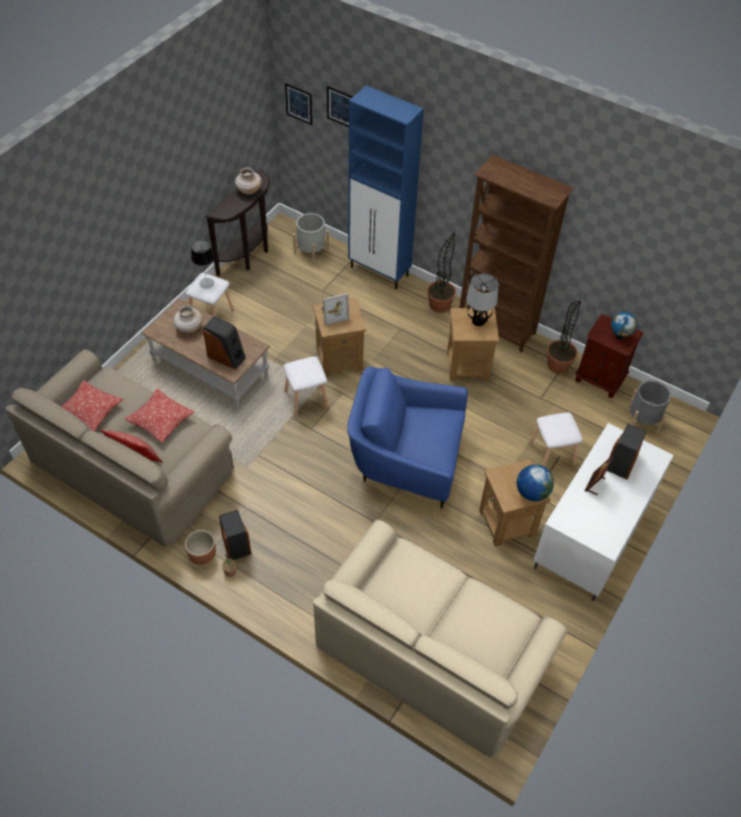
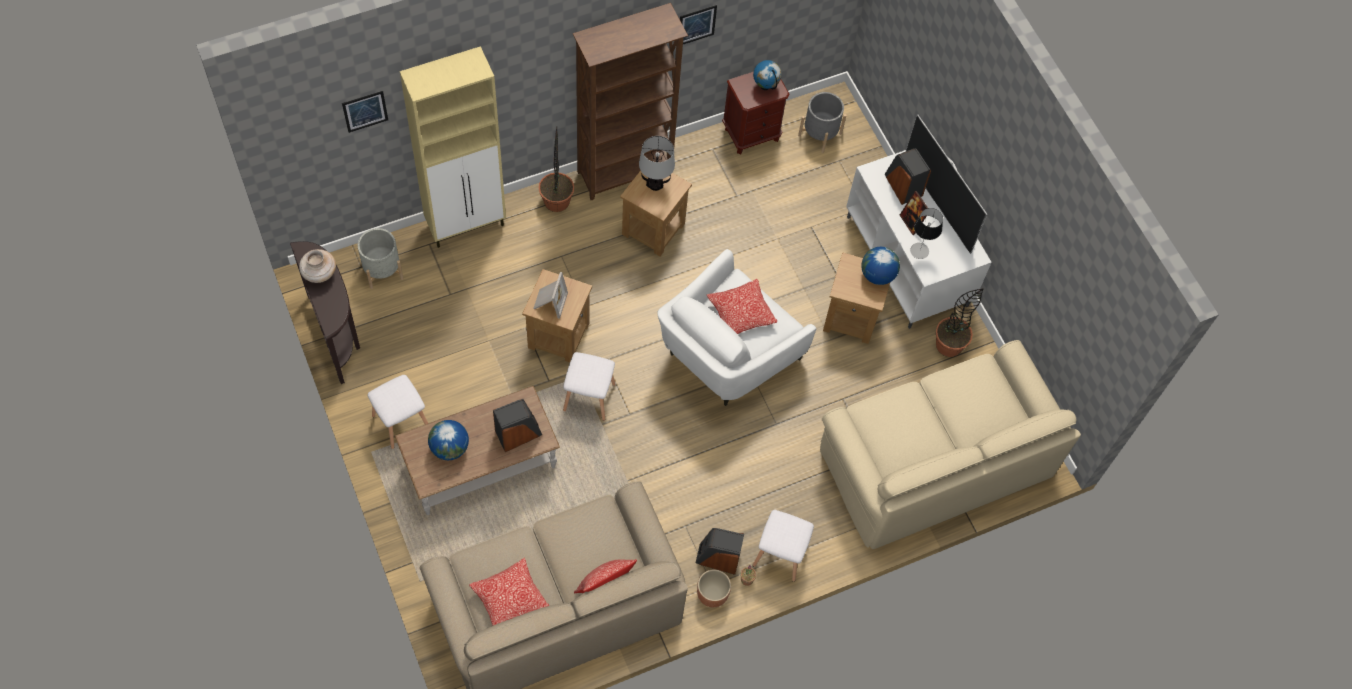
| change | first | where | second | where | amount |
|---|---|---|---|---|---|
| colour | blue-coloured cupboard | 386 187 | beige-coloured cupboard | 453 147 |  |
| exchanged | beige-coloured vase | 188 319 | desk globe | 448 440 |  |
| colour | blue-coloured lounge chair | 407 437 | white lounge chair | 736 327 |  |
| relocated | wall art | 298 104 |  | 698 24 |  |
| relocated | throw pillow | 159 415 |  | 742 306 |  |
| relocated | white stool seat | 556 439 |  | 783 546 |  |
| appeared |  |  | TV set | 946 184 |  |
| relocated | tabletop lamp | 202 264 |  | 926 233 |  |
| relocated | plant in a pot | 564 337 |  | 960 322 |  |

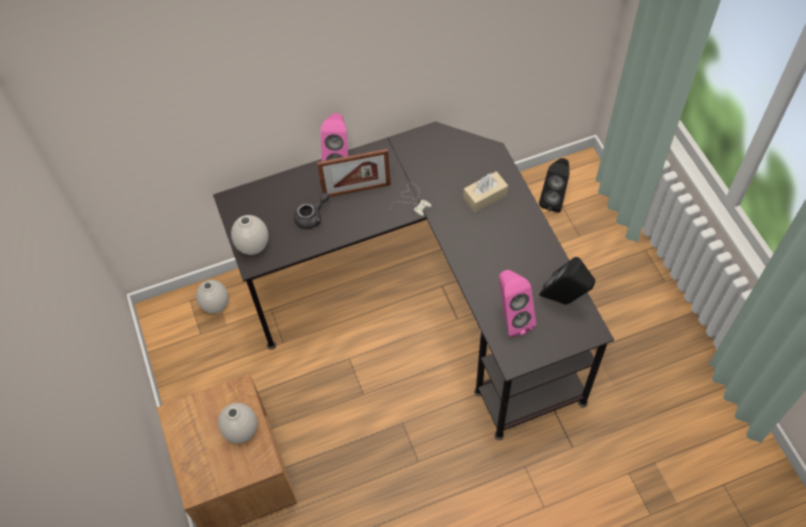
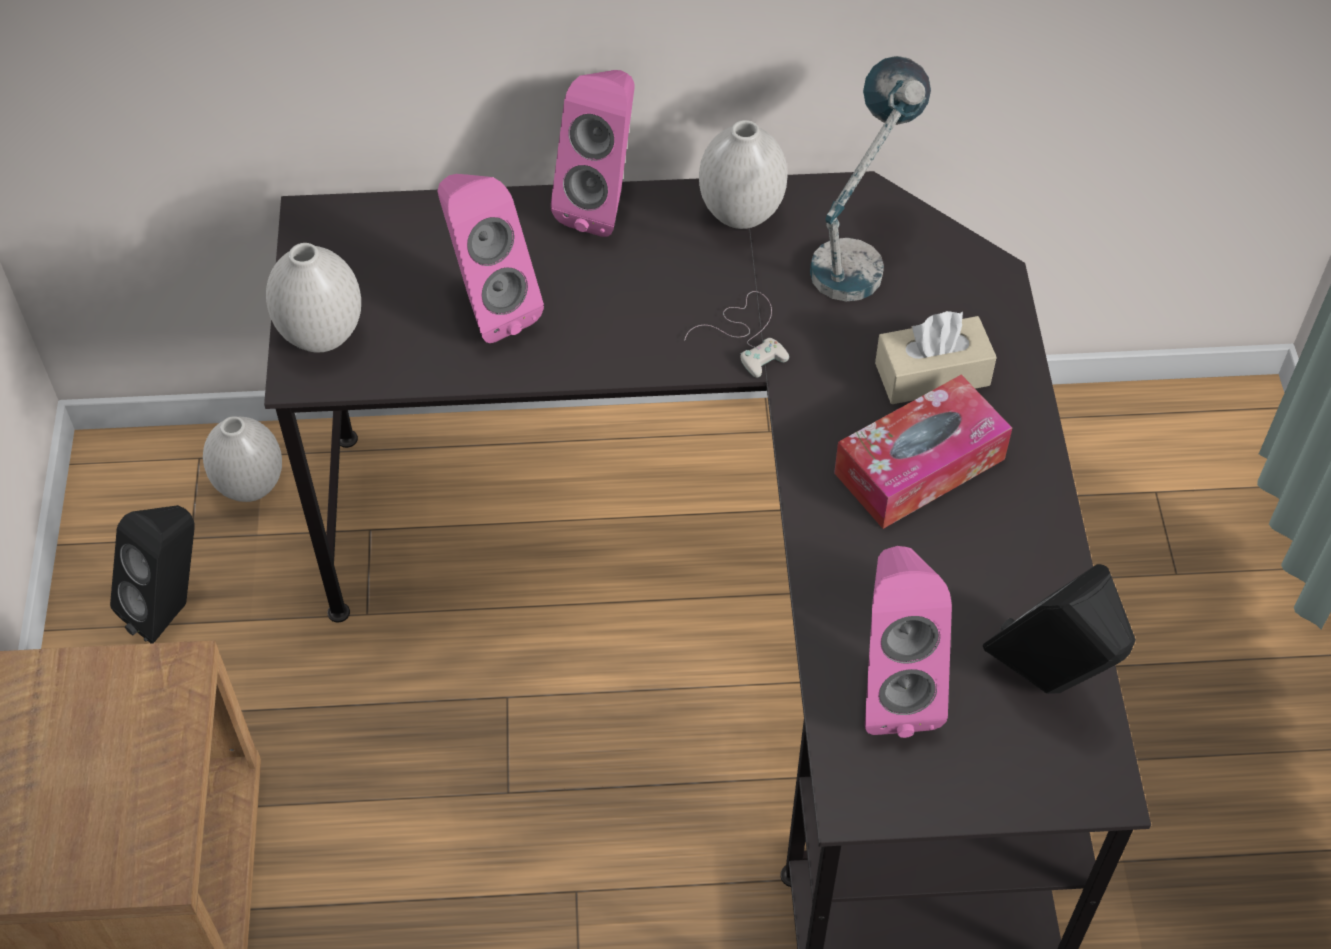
| change | first | where | second | where | amount |
|---|---|---|---|---|---|
| relocated | black-coloured speaker | 554 185 |  | 152 574 |  |
| exchanged | grey teapot | 311 211 | pink-coloured speaker | 491 258 |  |
| relocated | white vase | 237 423 |  | 743 174 |  |
| appeared |  |  | tabletop lamp | 870 179 |  |
| appeared |  |  | tissue box | 923 452 |  |
| missing | photo frame | 354 173 |  |  |  |

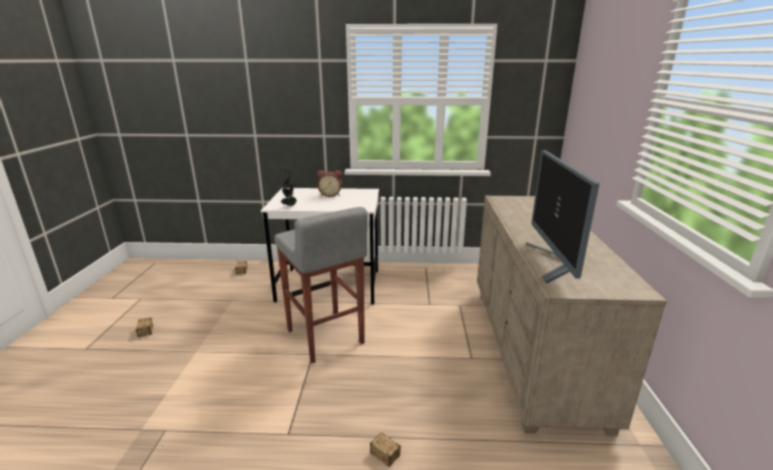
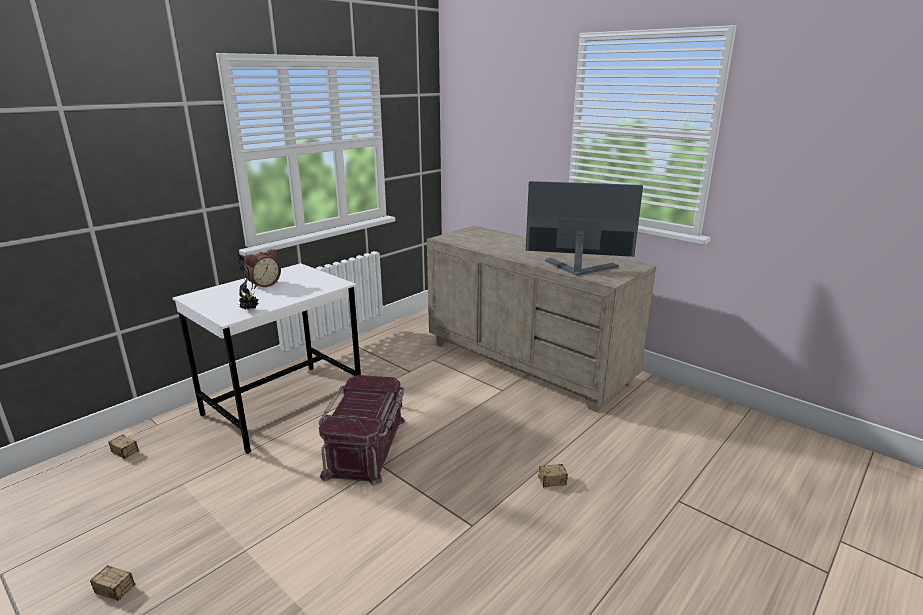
| change | first | where | second | where | amount |
|---|---|---|---|---|---|
| exchanged | grey stool seat | 321 285 | red storage container | 362 430 |  |
| spun | computer display | 562 217 |  | 584 228 | 150 degrees clockwise |

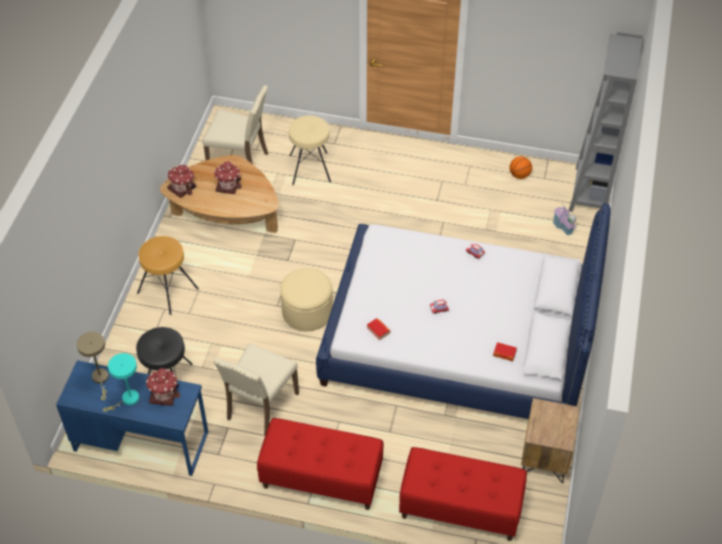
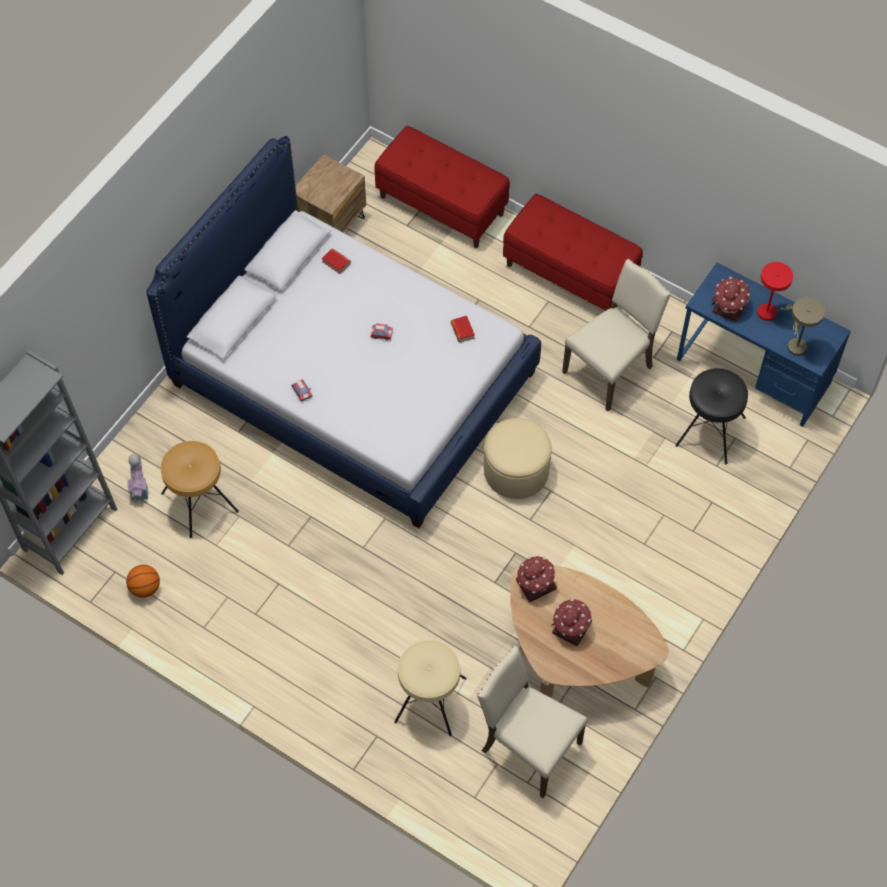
| change | first | where | second | where | amount |
|---|---|---|---|---|---|
| relocated | brown stool seat | 168 275 |  | 200 489 |  |
| relocated | miniature house | 181 181 |  | 536 579 |  |
| colour | turquoise tabletop lamp | 121 382 | red tabletop lamp | 775 291 |  |

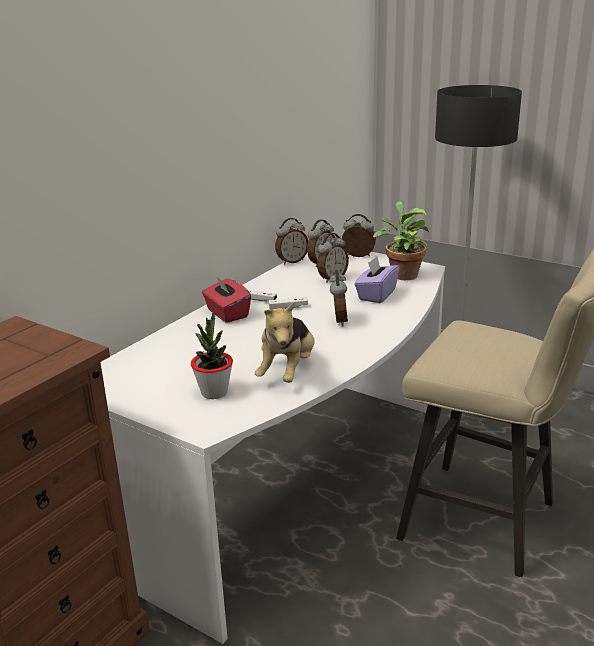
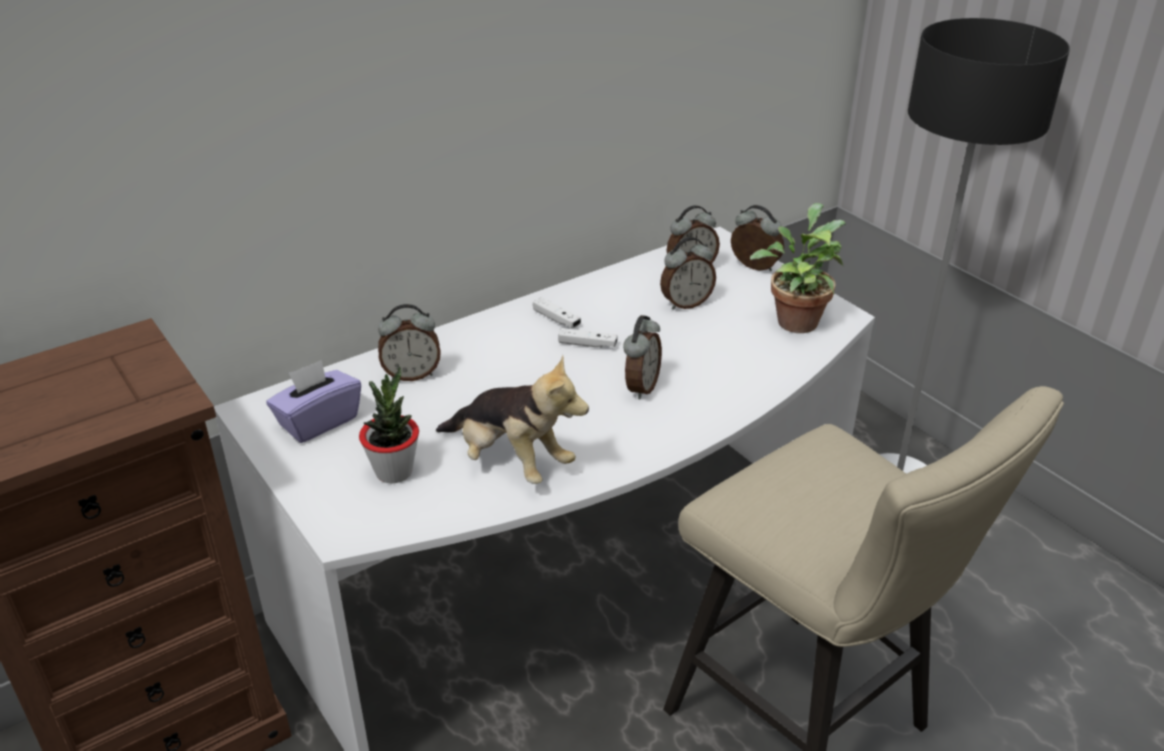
| change | first | where | second | where | amount |
|---|---|---|---|---|---|
| relocated | purple-coloured tissue box | 376 279 |  | 313 401 |  |
| relocated | alarm clock | 291 241 |  | 409 342 |  |
| spun | plush toy | 285 342 |  | 512 419 | 90 degrees counterclockwise |
| missing | red tissue box | 226 299 |  |  |  |

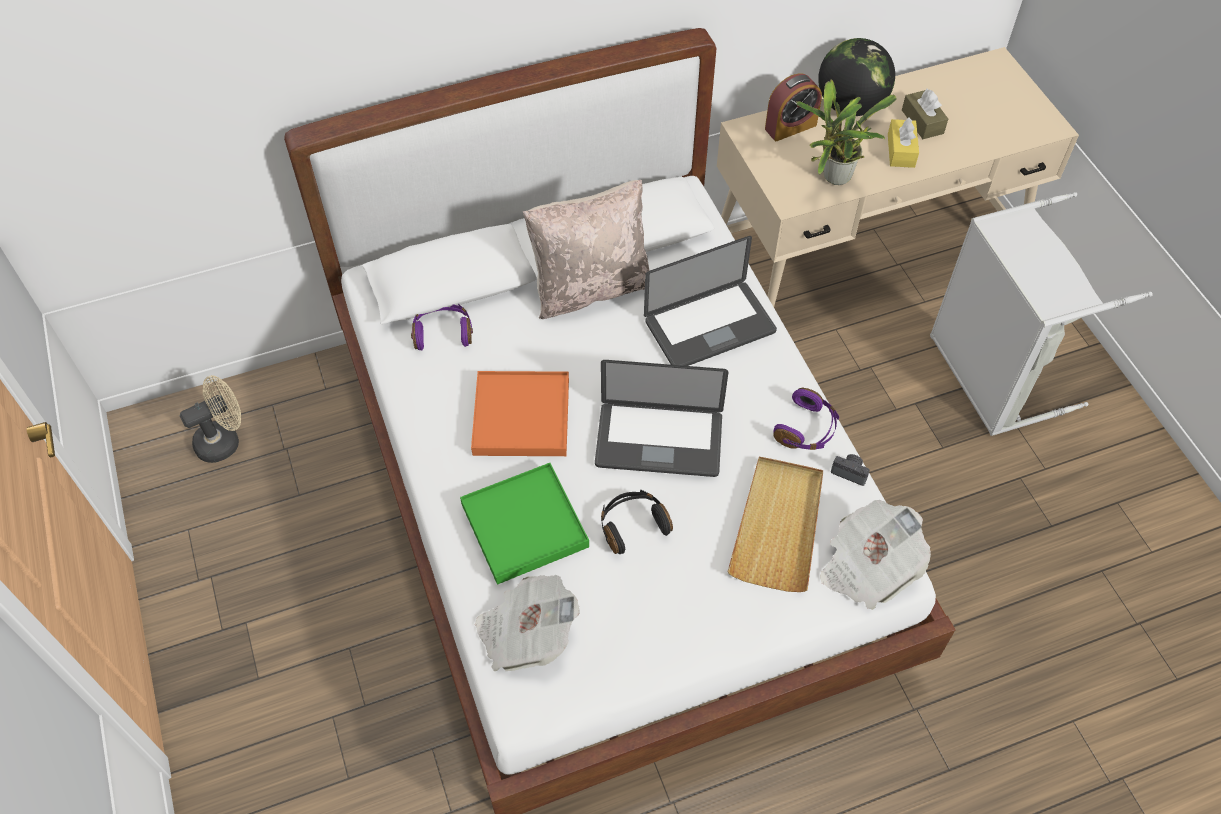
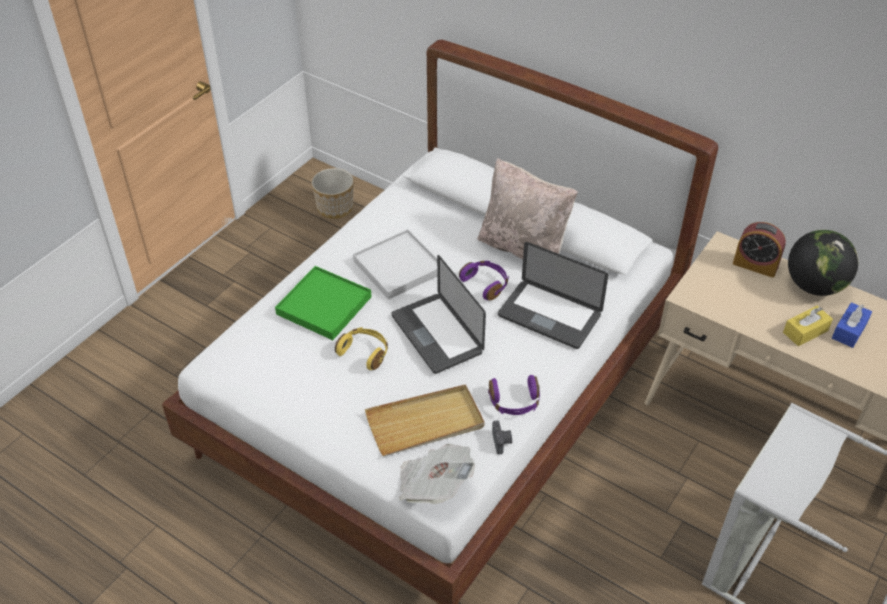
| change | first | where | second | where | amount |
|---|---|---|---|---|---|
| exchanged | beige-coloured cooling fan | 210 419 | plant pot | 333 193 |  |
| colour | black-coloured headset | 637 522 | yellowish headset | 361 348 |  |
| colour | orange carrying tray | 520 413 | white carrying tray | 395 264 |  |
| relocated | purple-coloured headset | 442 327 |  | 484 281 |  |
| colour | brown tissue box | 925 113 | blue-coloured tissue box | 852 325 |  |
| missing | printed paper | 527 623 |  |  |  |
| missing | plant in a pot | 846 132 |  |  |  |

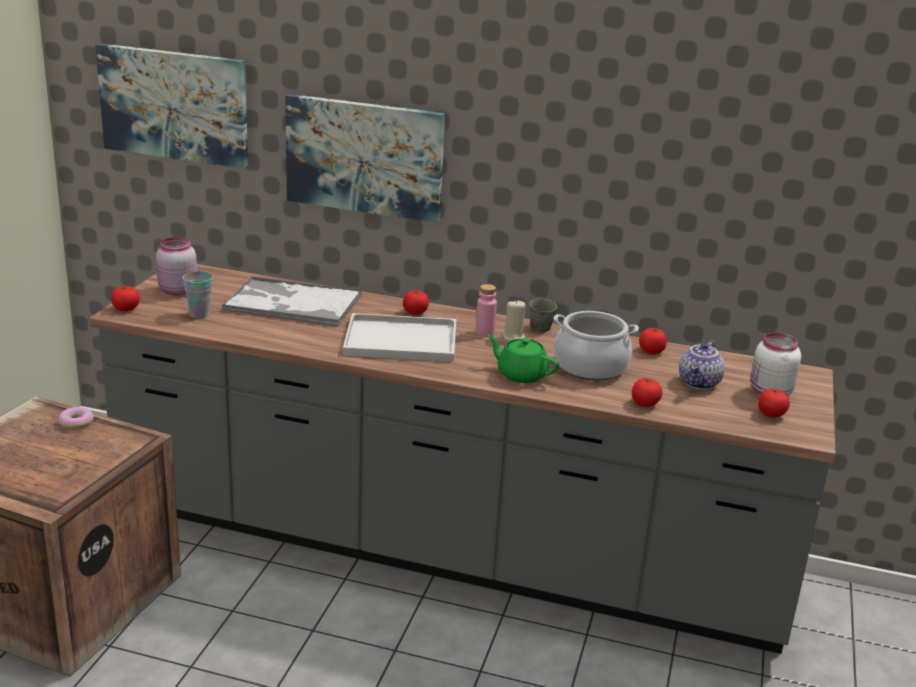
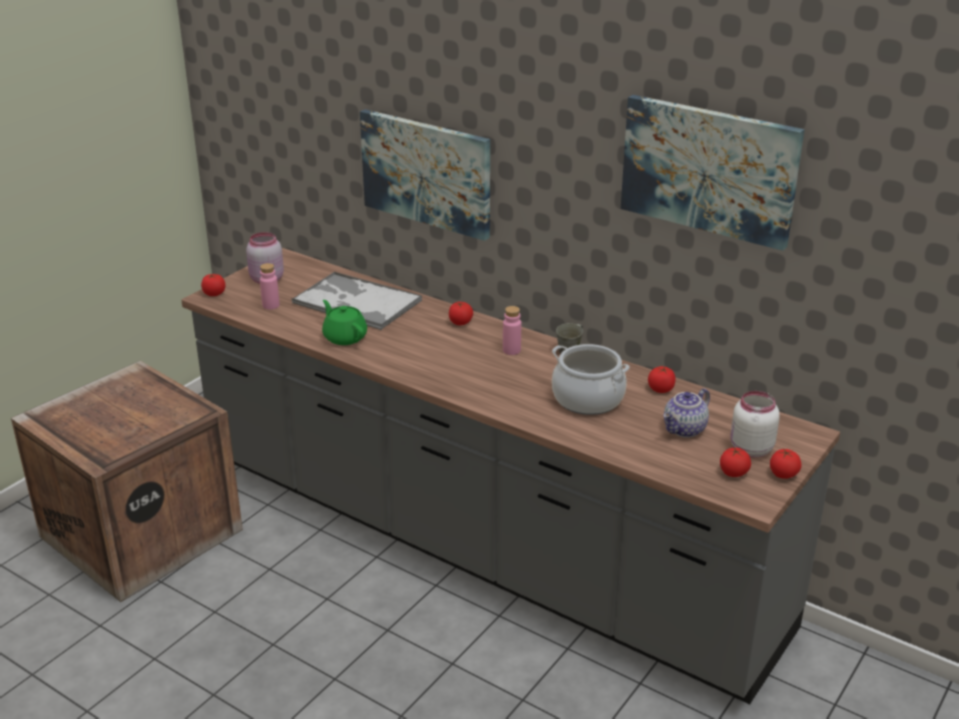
| change | first | where | second | where | amount |
|---|---|---|---|---|---|
| exchanged | cup | 198 294 | pink-coloured bottle | 270 286 |  |
| relocated | green teapot | 523 359 |  | 344 322 |  |
| relocated | wall art | 171 105 |  | 713 173 |  |
| relocated | whole tomato | 647 392 |  | 786 463 |  |
| missing | ring doughnut | 76 418 |  |  |  |
| missing | white carrying tray | 399 337 |  |  |  |
| missing | beige-coloured candle | 514 320 |  |  |  |

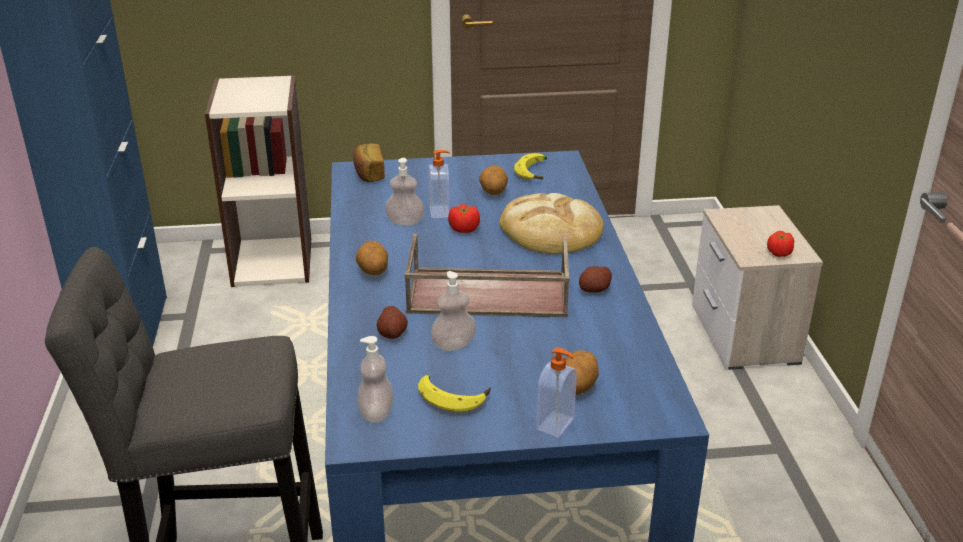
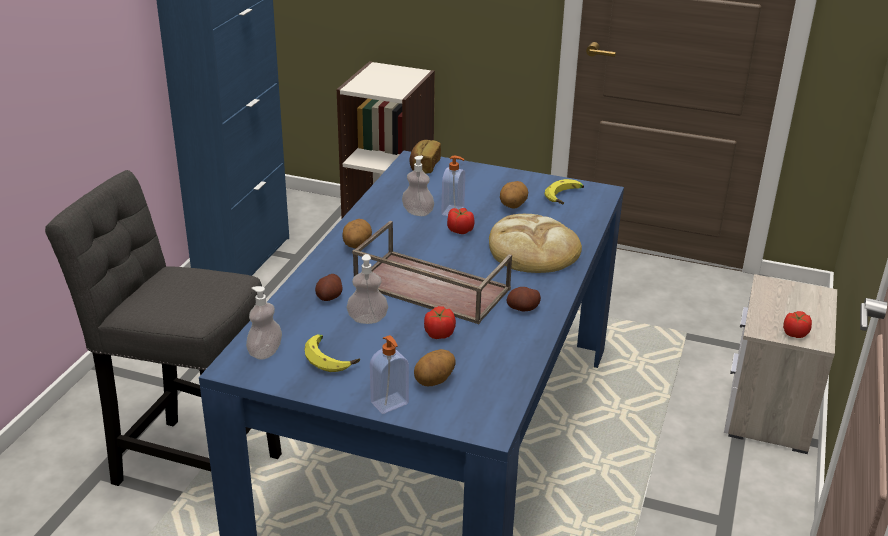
| change | first | where | second | where | amount |
|---|---|---|---|---|---|
| appeared |  |  | whole tomato | 440 322 |  |

